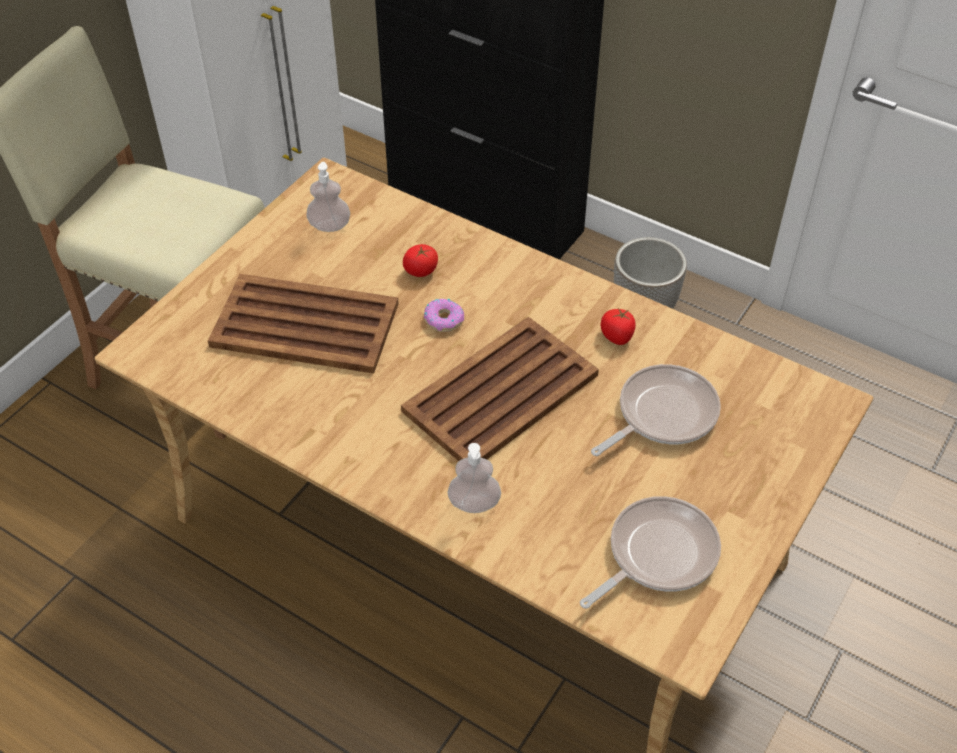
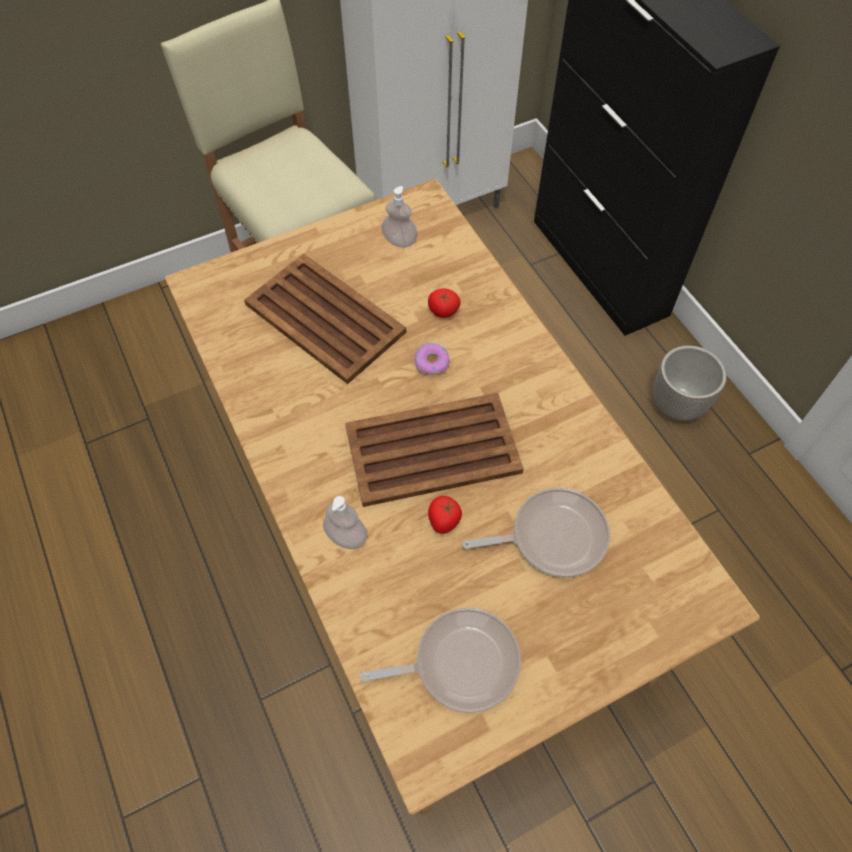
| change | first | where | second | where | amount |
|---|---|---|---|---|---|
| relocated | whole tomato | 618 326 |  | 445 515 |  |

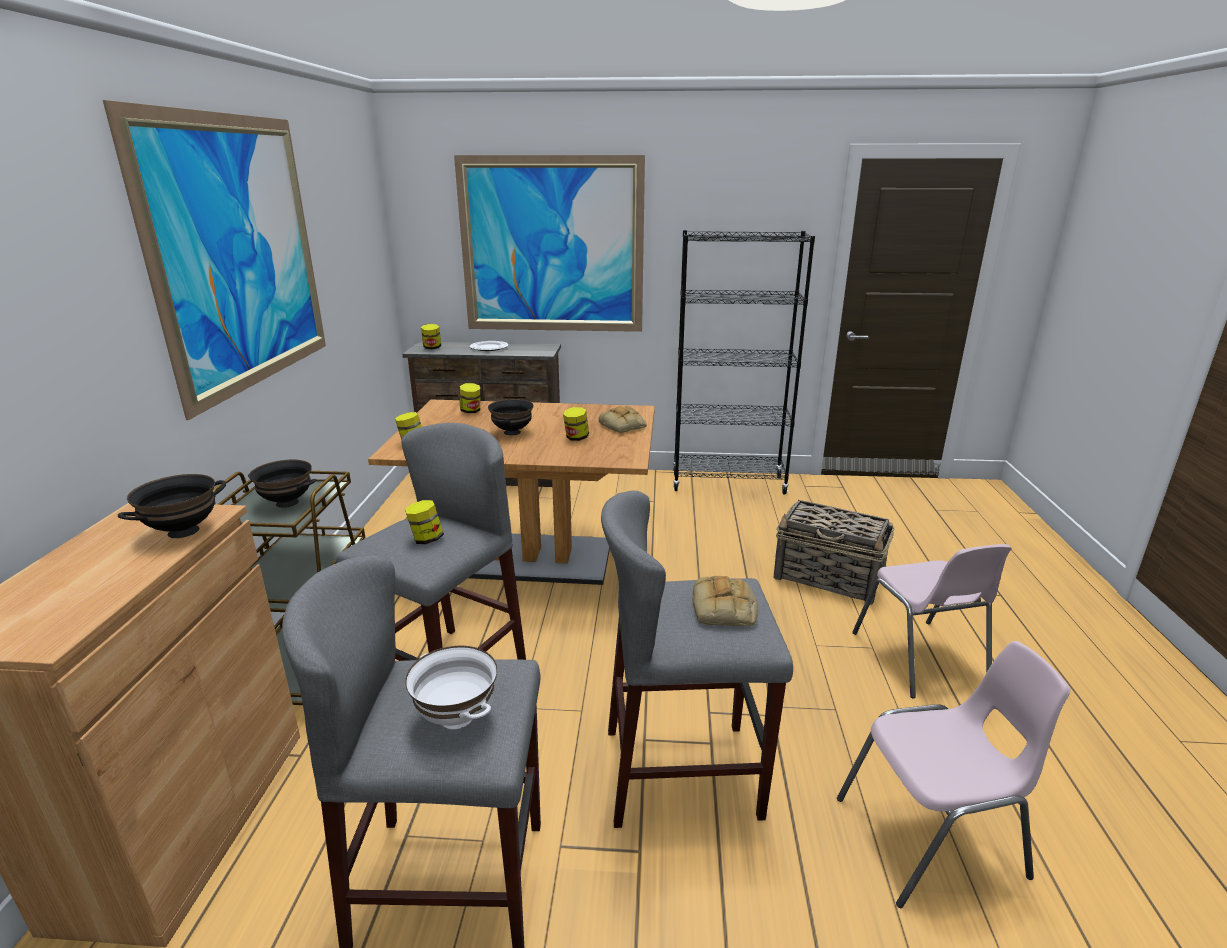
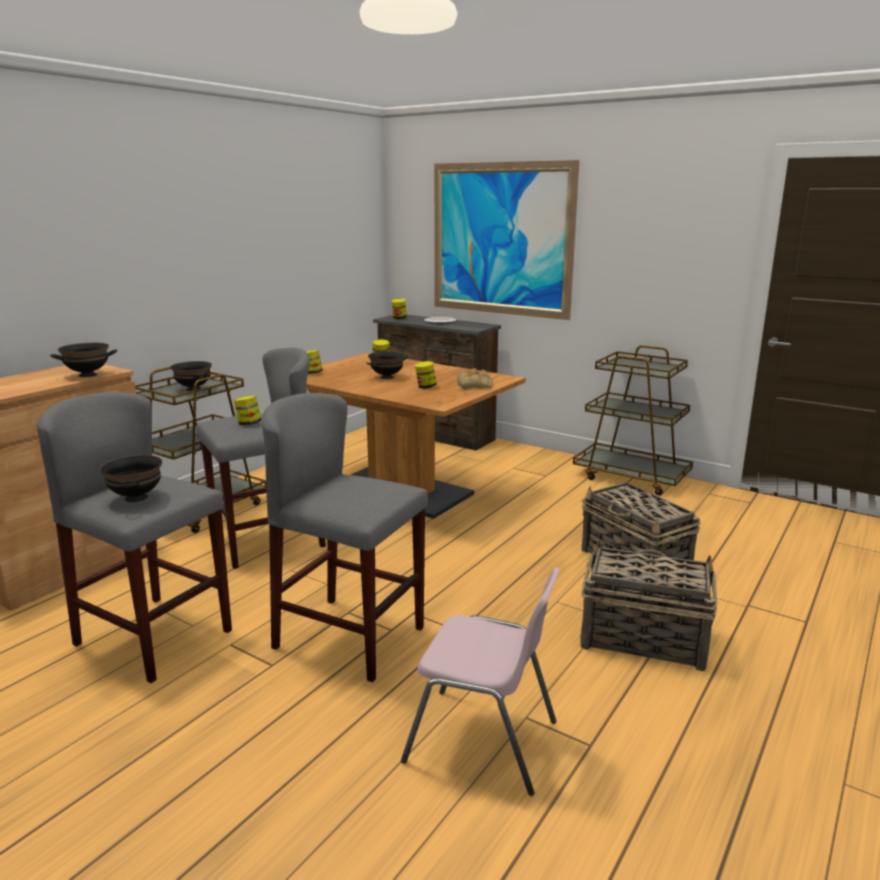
| change | first | where | second | where | amount |
|---|---|---|---|---|---|
| colour | white serving bowl | 451 687 | black-coloured serving bowl | 131 478 |  |
| exchanged | black-coloured bookcase | 744 362 | brown trolley | 633 420 |  |
| exchanged | pink-coloured chair | 932 621 | storage basket | 648 605 |  |
| missing | wall art | 214 260 |  |  |  |
| missing | bread | 725 601 |  |  |  |

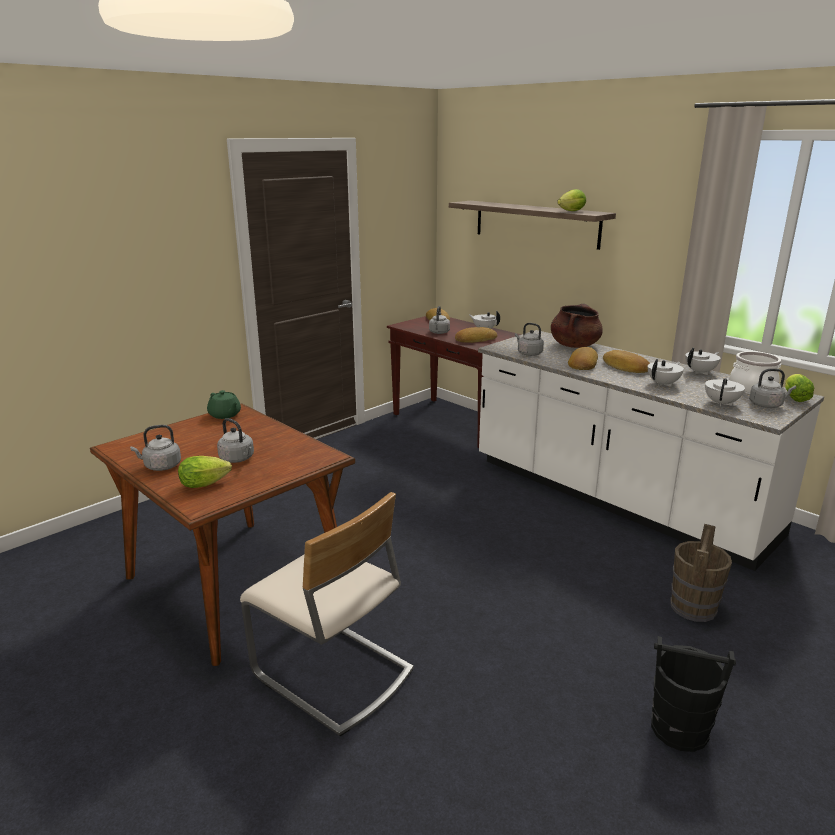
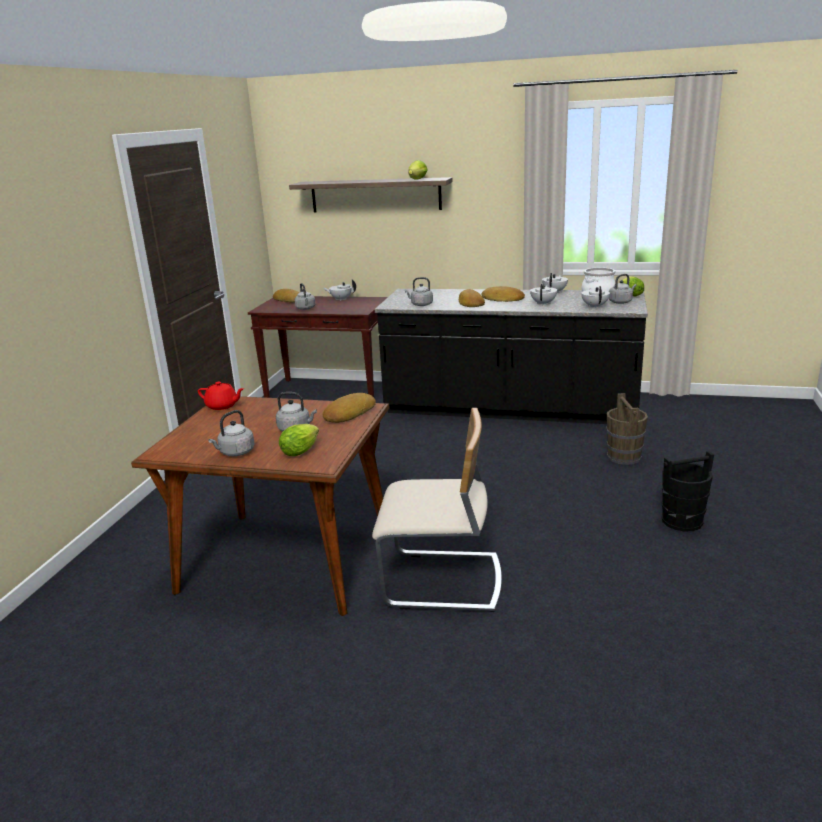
| change | first | where | second | where | amount |
|---|---|---|---|---|---|
| colour | green teapot | 224 404 | red teapot | 221 396 |  |
| relocated | bread | 476 335 |  | 349 408 |  |
| colour | white kitchen counter | 651 450 | black-coloured kitchen counter | 511 356 |  |
| missing | brown stockpot | 577 326 |  |  |  |

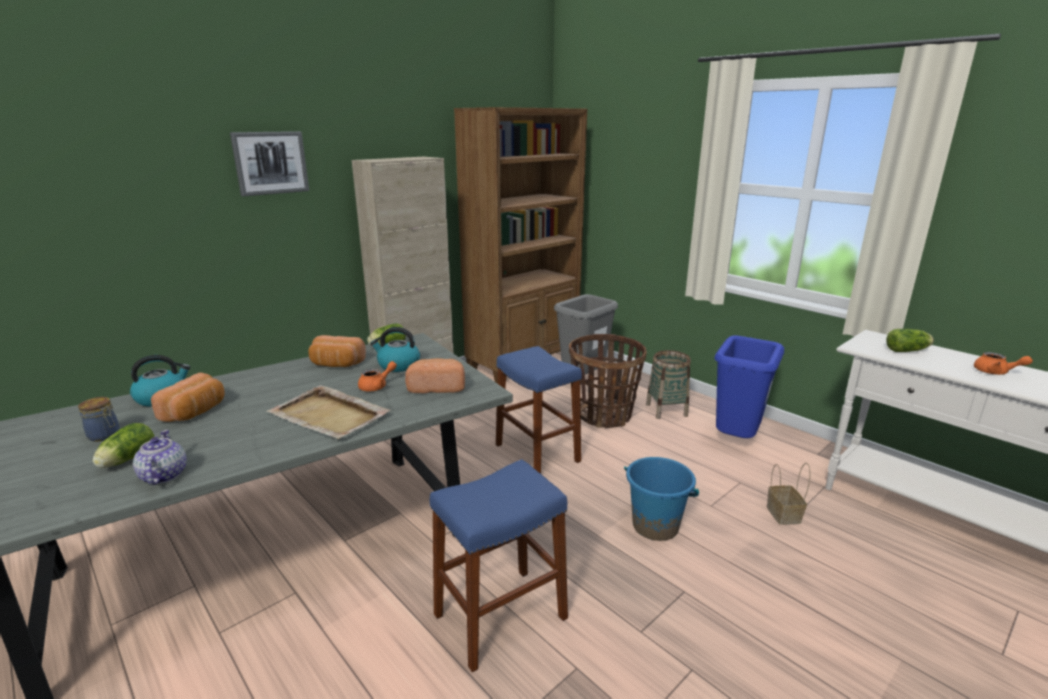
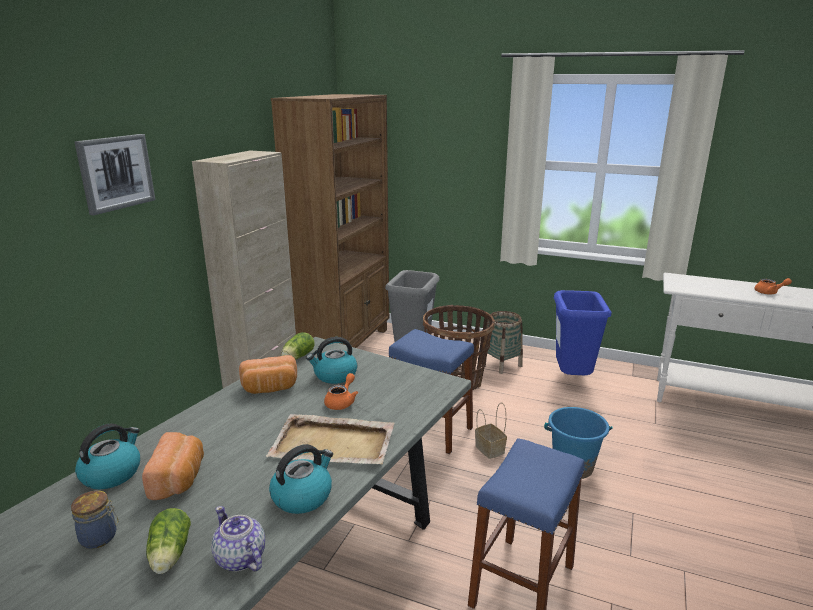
| change | first | where | second | where | amount |
|---|---|---|---|---|---|
| appeared |  |  | kettle | 301 479 |  |
| relocated | storage basket | 788 494 |  | 491 430 |  |
| missing | bread | 435 375 |  |  |  |
| missing | head of lettuce | 910 340 |  |  |  |

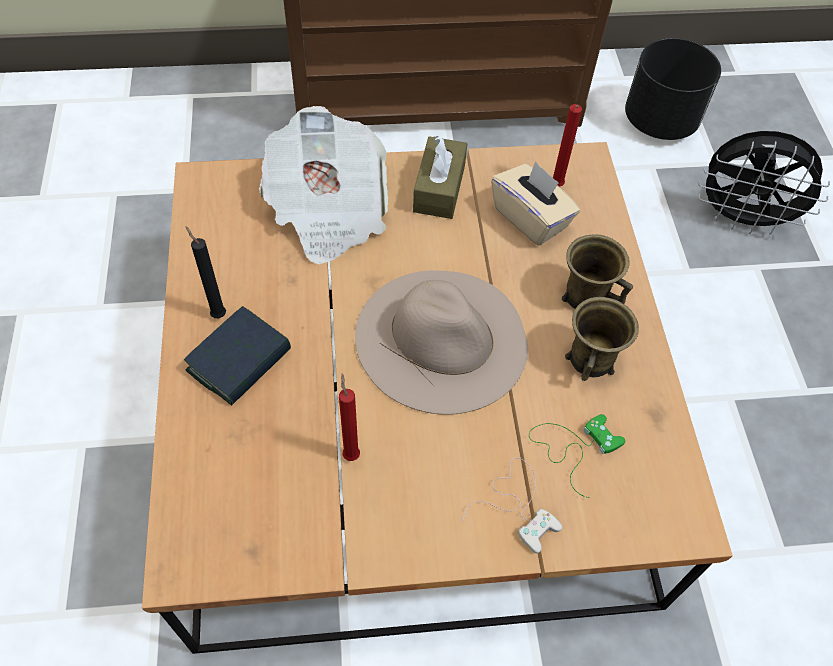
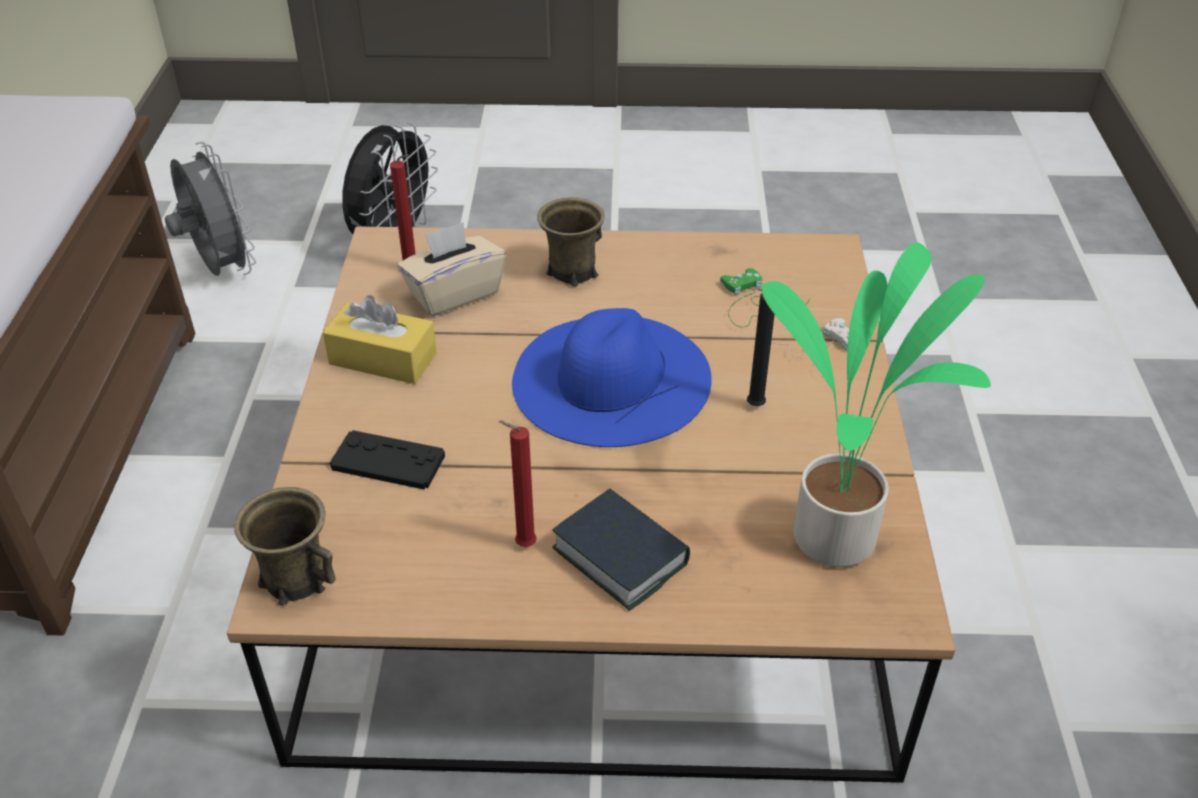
| change | first | where | second | where | amount |
|---|---|---|---|---|---|
| exchanged | black-coloured plant pot | 673 89 | grey cooling fan | 210 209 |  |
| relocated | brown coffee mug | 602 339 |  | 285 546 |  |
| colour | brown tissue box | 440 177 | yellowish tissue box | 380 339 |  |
| exchanged | printed paper | 323 185 | black-coloured game controller | 387 460 |  |
| relocated | red candle | 349 417 |  | 517 484 |  |
| colour | beige-coloured clothing hat | 441 342 | blue-coloured clothing hat | 612 377 |  |
| relocated | black-coloured candle | 205 272 |  | 761 347 |  |
| appeared |  |  | plant in a pot | 876 404 |  |

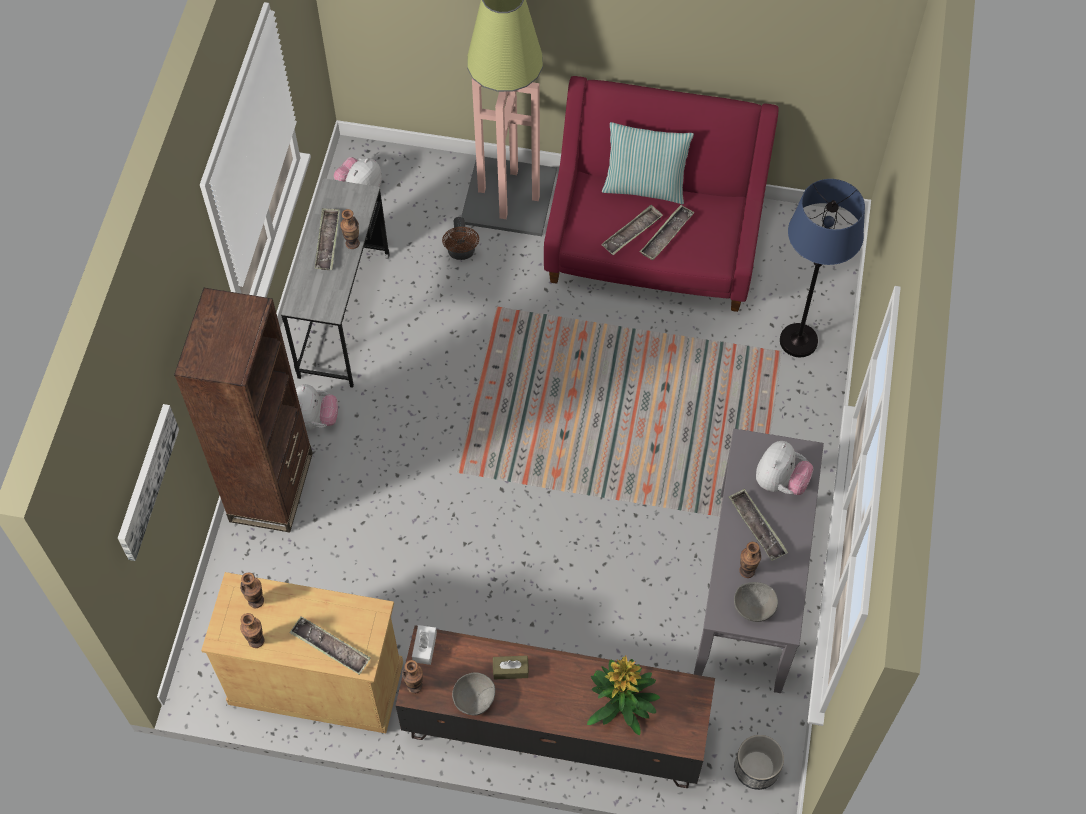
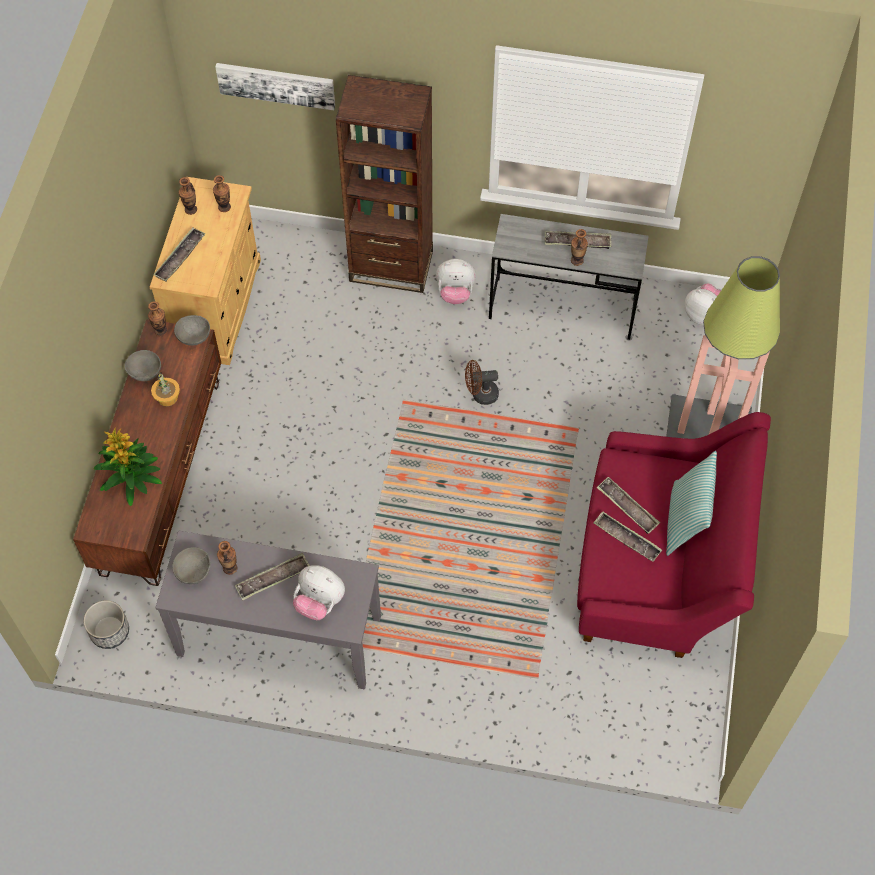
| change | first | where | second | where | amount |
|---|---|---|---|---|---|
| exchanged | brown tissue box | 511 668 | plant in a pot | 165 389 |  |
| exchanged | white tissue box | 424 645 | grey serving bowl | 192 330 |  |
| relocated | brown cooling fan | 460 238 |  | 482 382 |  |
| missing | blue-coloured floor lamp | 822 268 |  |  |  |

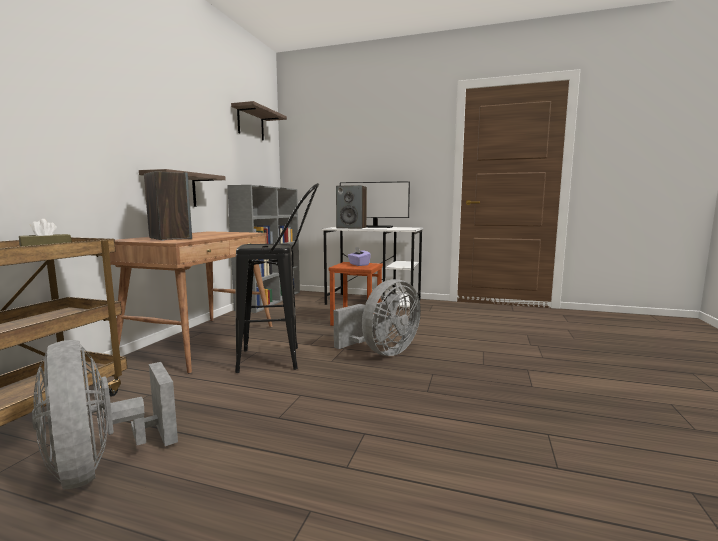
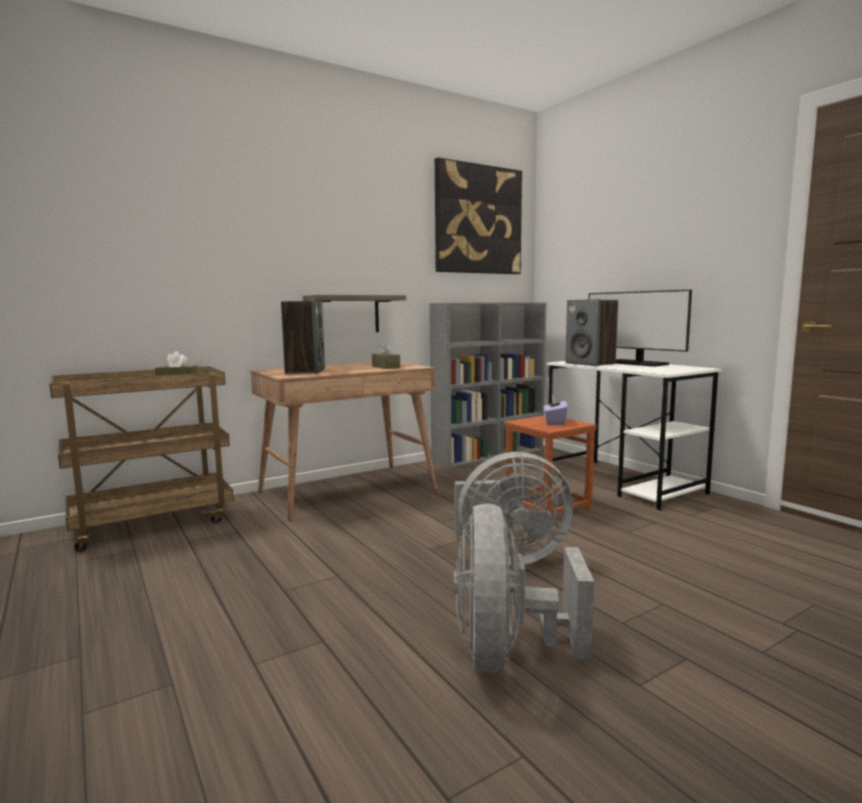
| change | first | where | second | where | amount |
|---|---|---|---|---|---|
| appeared |  |  | brown tissue box | 386 355 |  |
| exchanged | shelf | 259 121 | wall art | 478 216 |  |
| relocated | grey cooling fan | 105 415 |  | 524 588 |  |
| missing | black-coloured stool seat | 277 278 |  |  |  |

